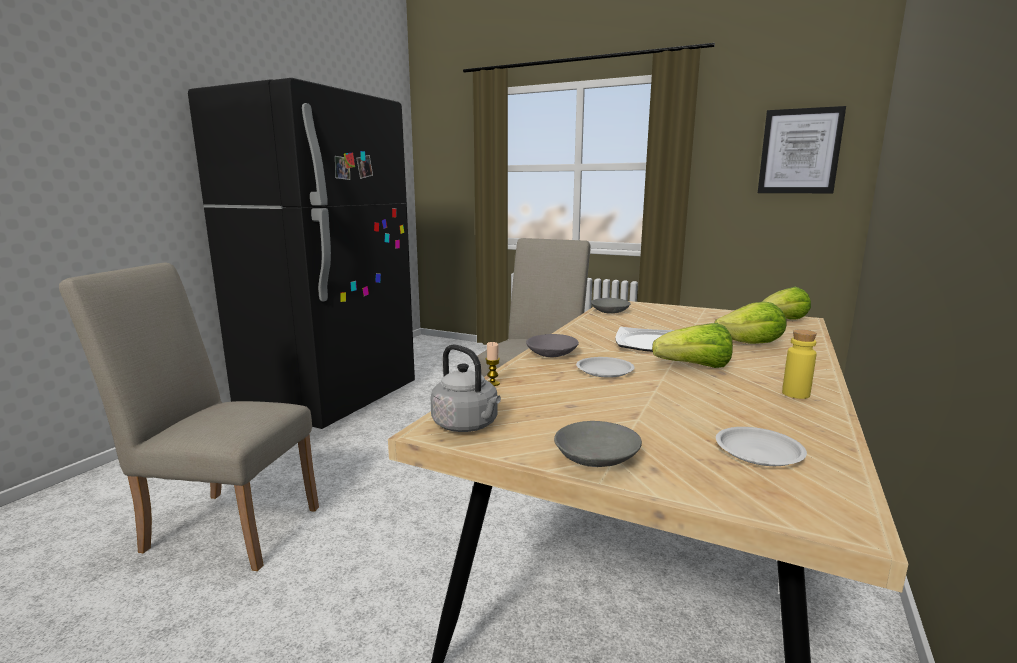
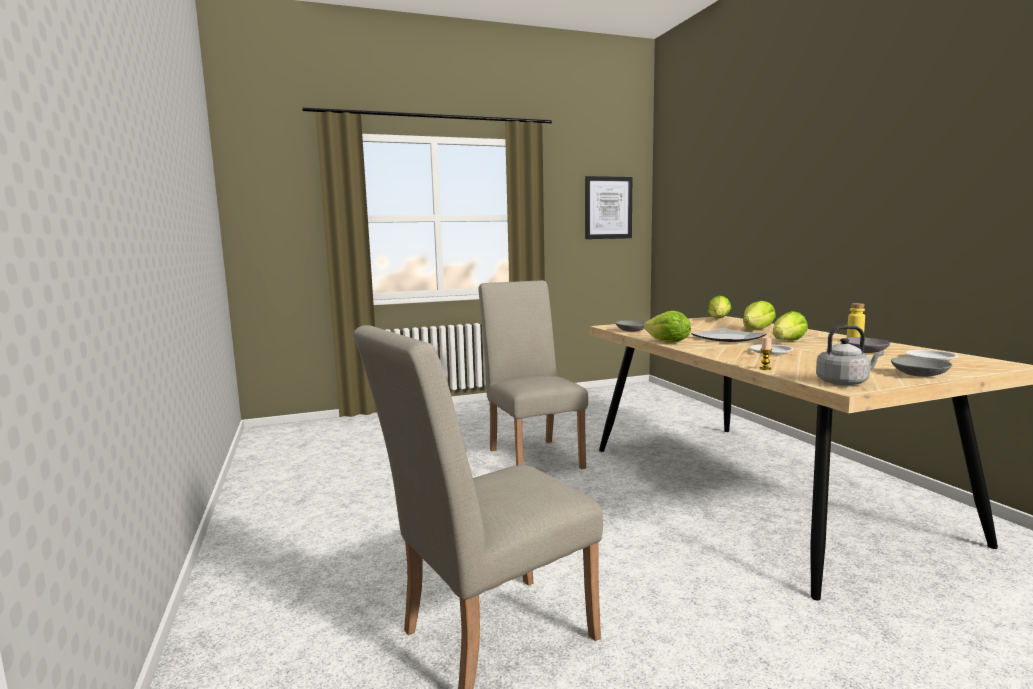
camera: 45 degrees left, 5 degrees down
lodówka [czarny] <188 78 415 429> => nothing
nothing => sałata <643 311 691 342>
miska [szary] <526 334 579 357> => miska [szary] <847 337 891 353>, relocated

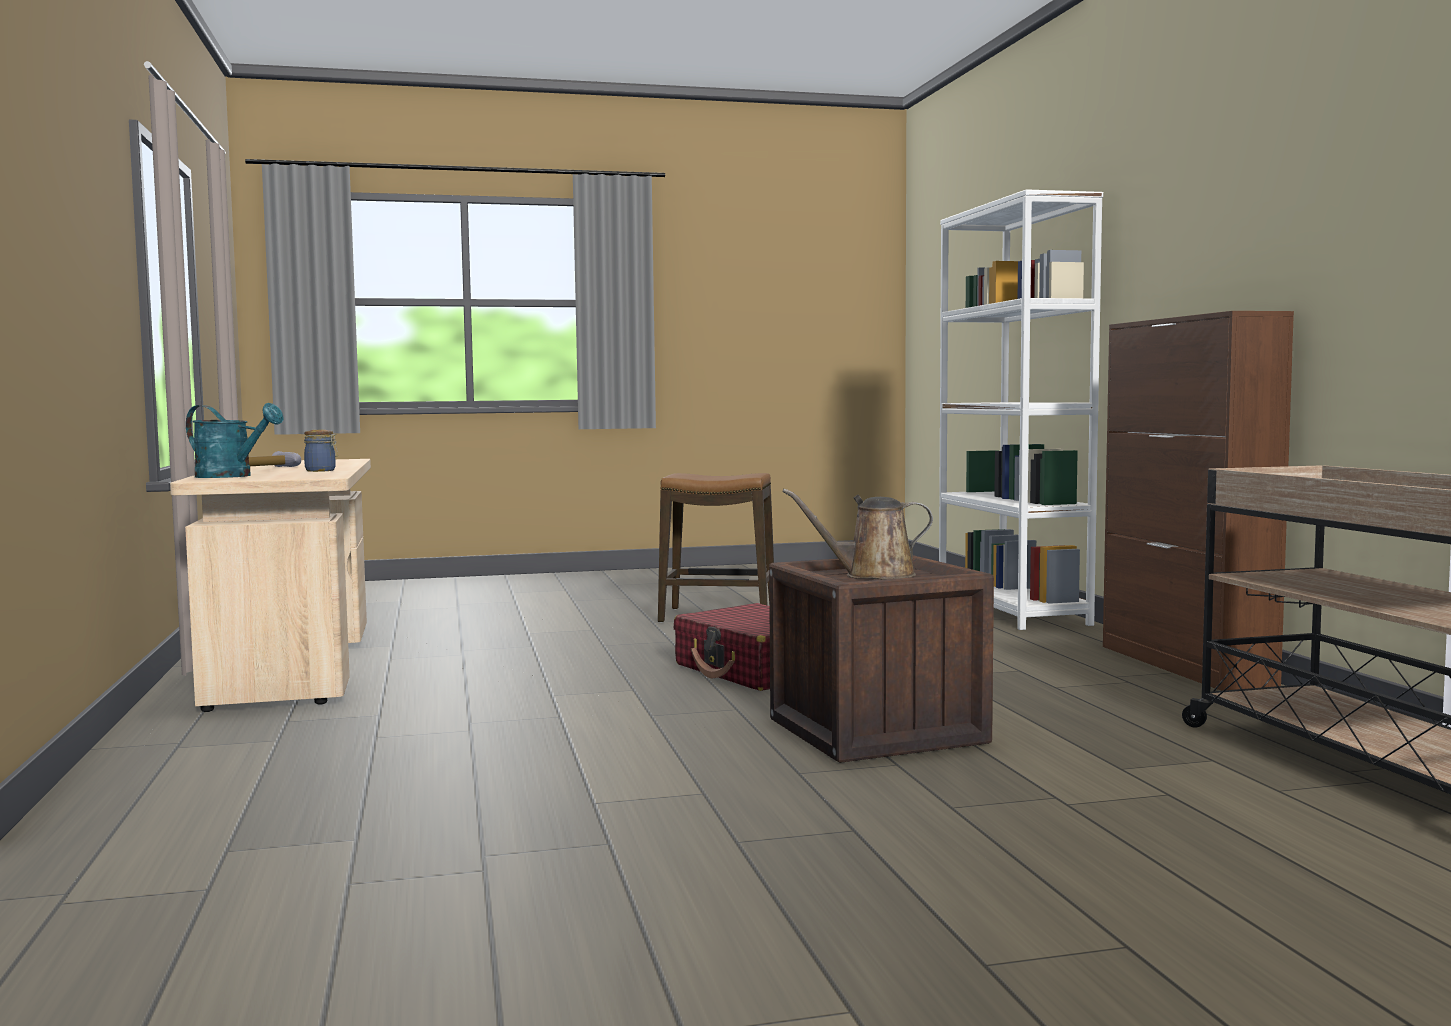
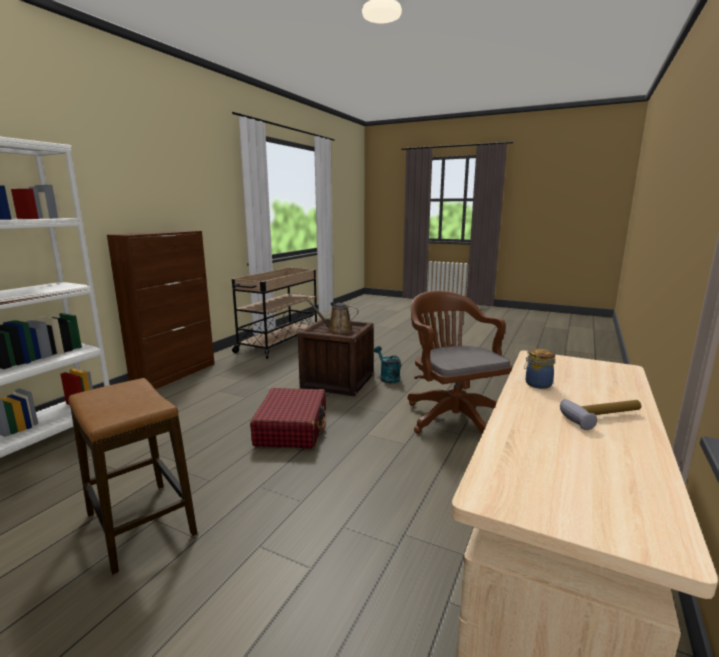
camera: 140 degrees left, 10 degrees up
nothing => krzesło biurowe [brązowy] <407 291 512 440>
konewka [turkusowy] <186 403 284 478> => konewka [turkusowy] <374 346 401 383>, relocated
konewka [brązowy] <783 489 933 579> => konewka [brązowy] <306 299 359 334>, 150 degrees clockwise

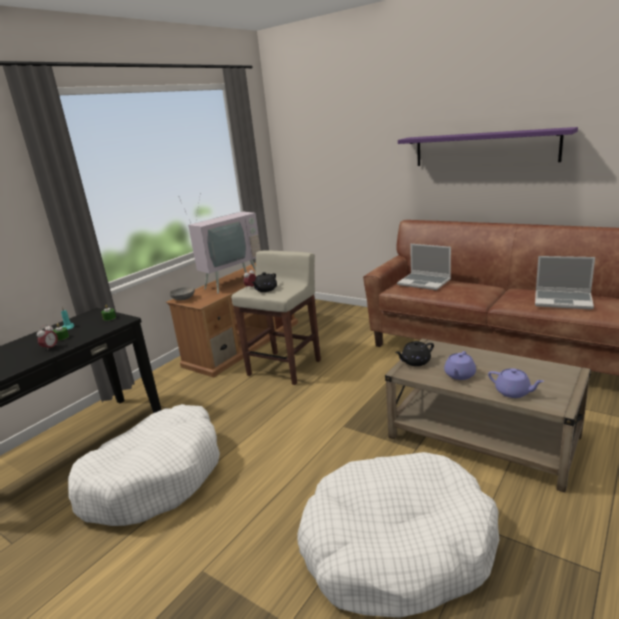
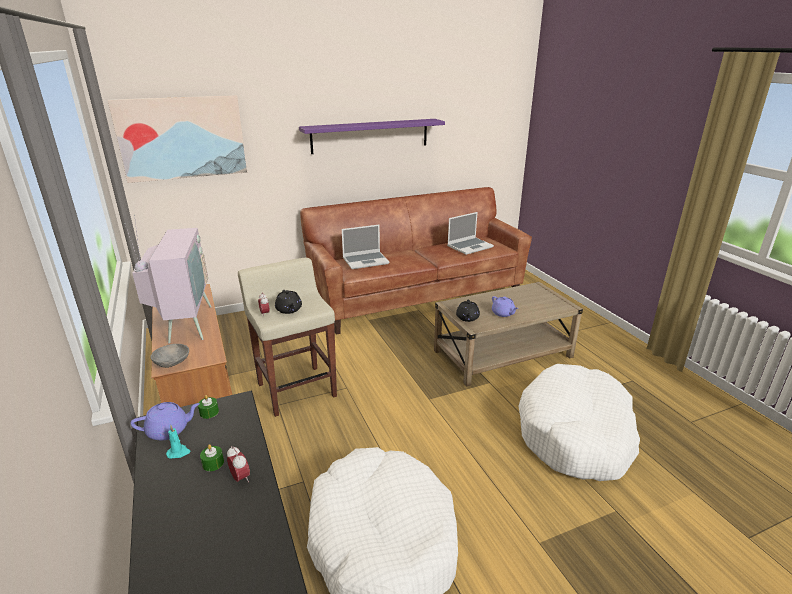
camera: 60 degrees left, 5 degrees up
nothing => obraz <108 95 247 183>
imbryk [fioletowy] <488 368 544 398> => imbryk [fioletowy] <131 402 200 441>, relocated

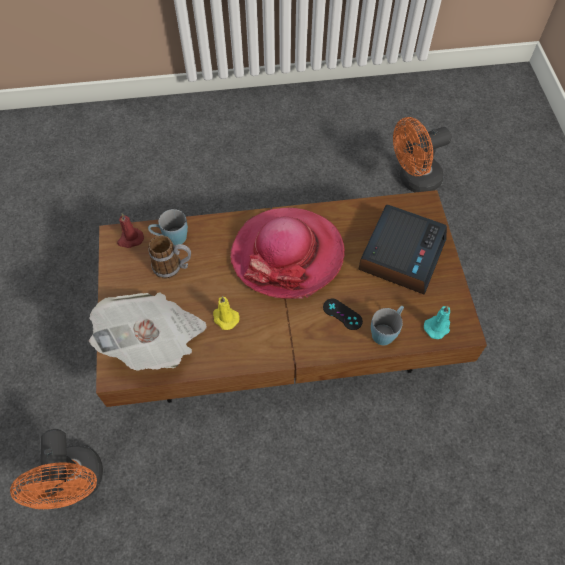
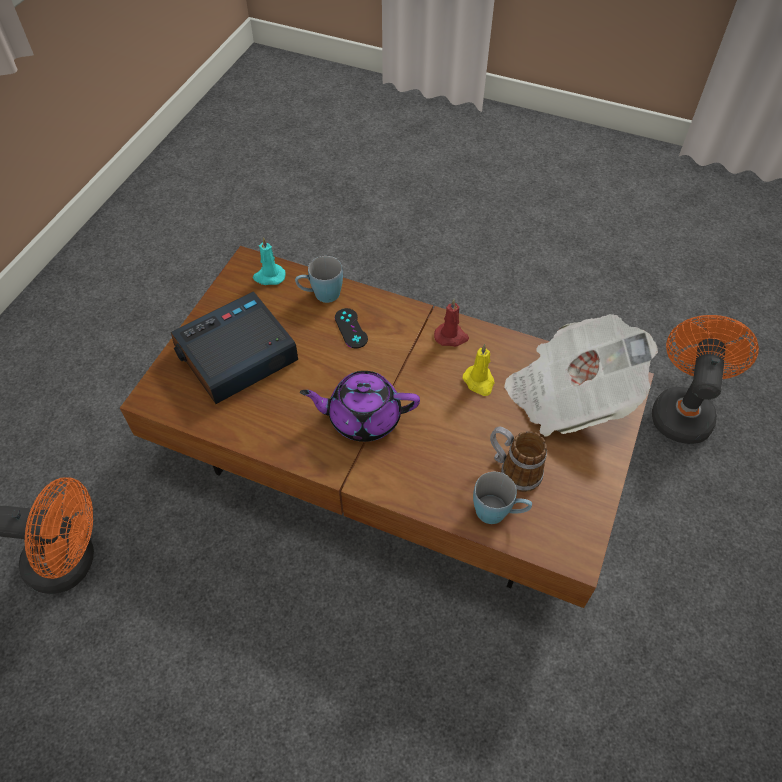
camera: 150 degrees left, 5 degrees down
świeca [czerwony] <117 213 144 248> => świeca [czerwony] <434 299 469 347>, relocated
kapelusz <230 208 345 299> => imbryk [fioletowy] <300 371 420 442>

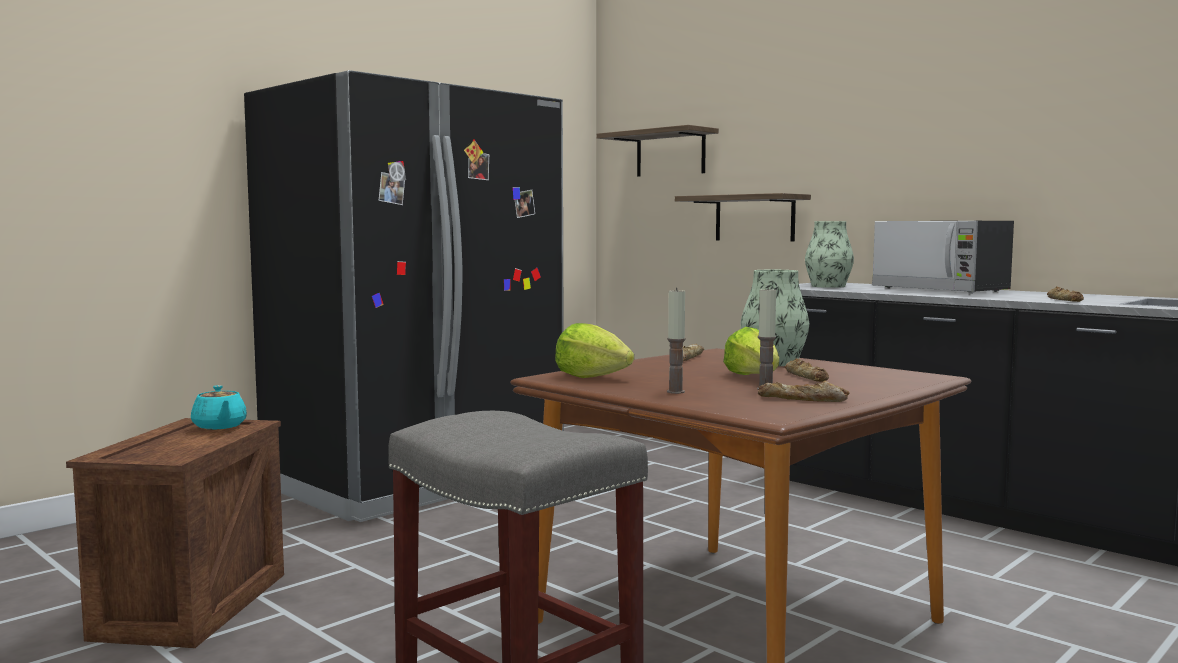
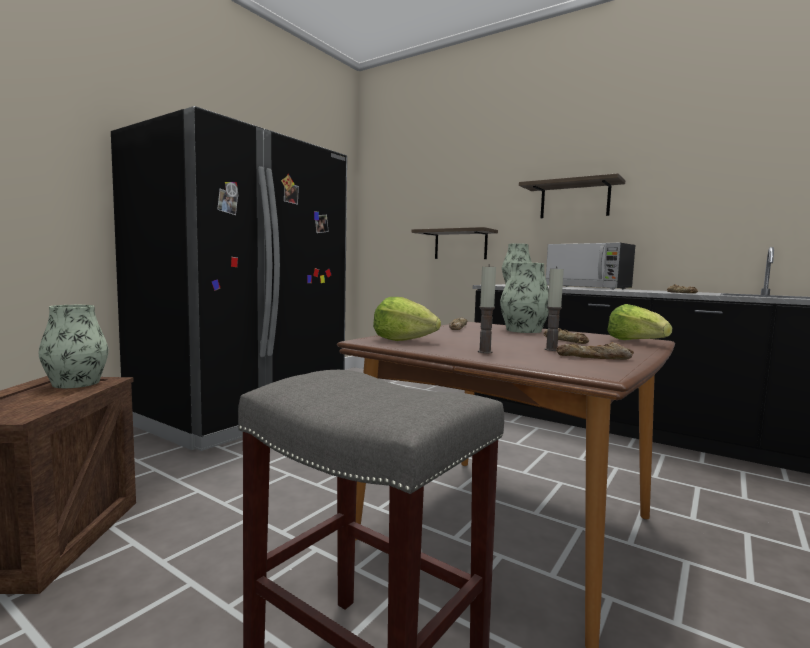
camera: 10 degrees left, 0 degrees up
półka <597 125 719 177> => półka <519 173 625 218>, relocated
sałata <723 327 779 375> => sałata <607 304 672 340>, relocated
imbryk [turkusowy] <191 385 247 430> => wazon <38 305 108 388>

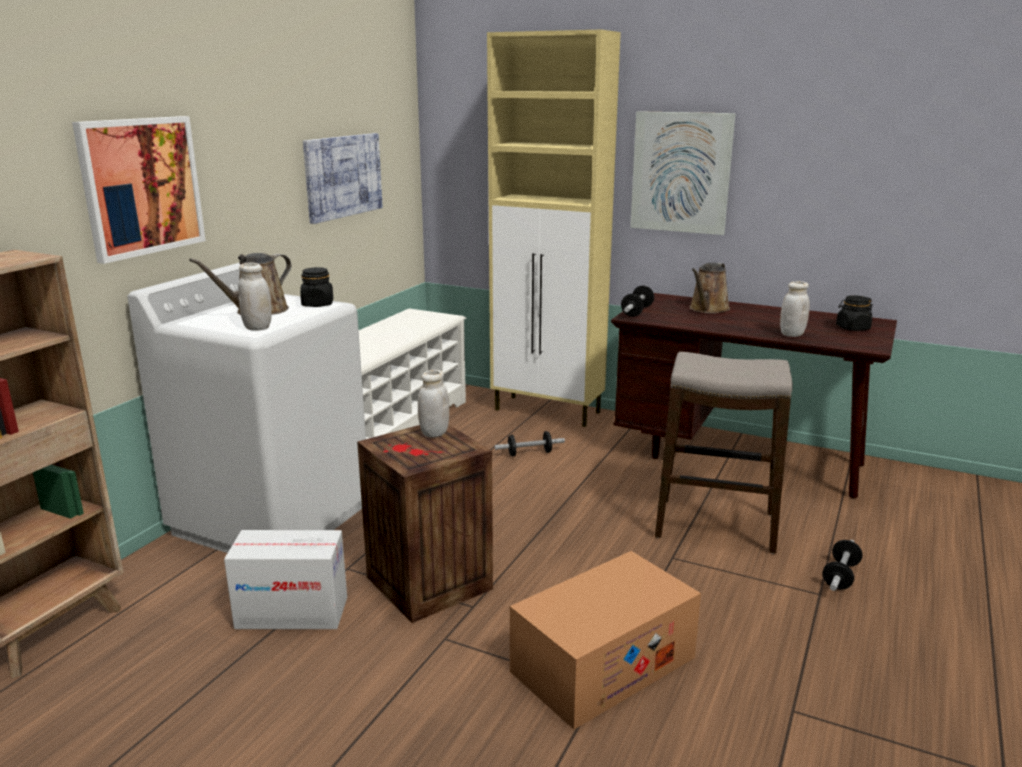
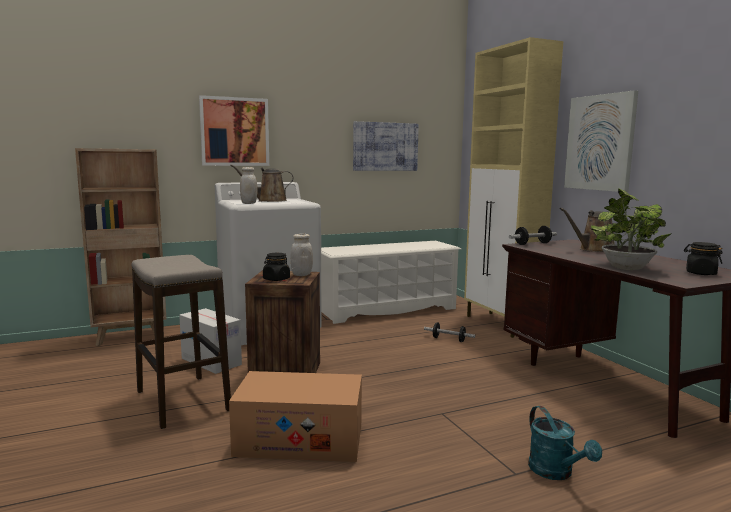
camera: 40 degrees right, 10 degrees down
słoik [czarny] <300 267 333 307> => słoik [czarny] <263 253 290 281>, relocated
stołek <655 352 793 554> => stołek <131 255 231 429>, relocated
słoik [biały] <780 281 810 337> => roślina doniczkowa <591 188 672 270>
hantel <822 540 863 591> => konewka [turkusowy] <528 406 602 480>

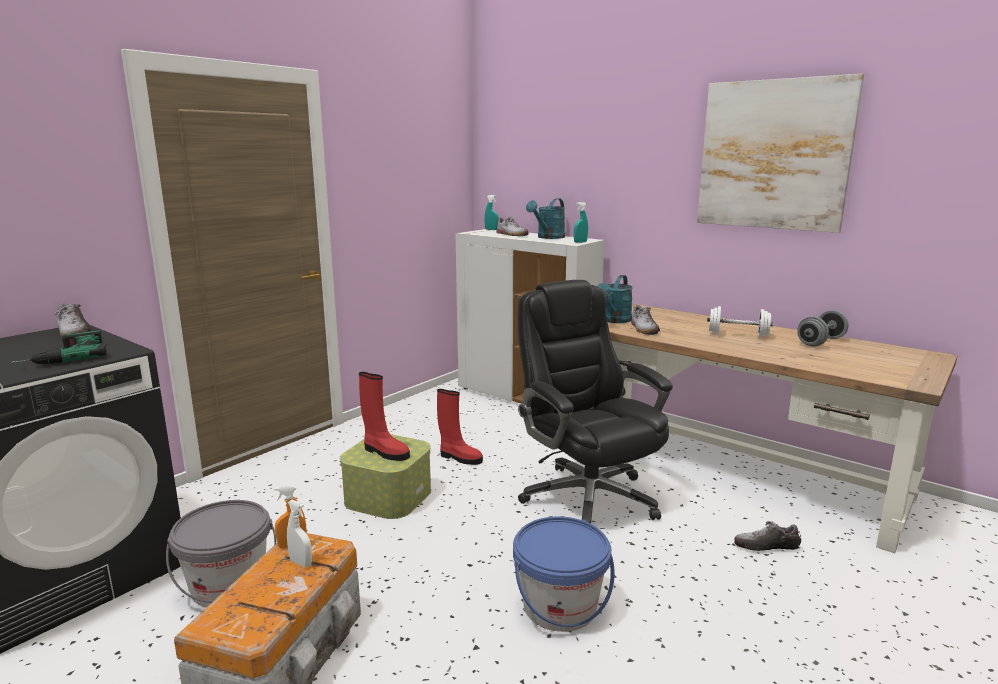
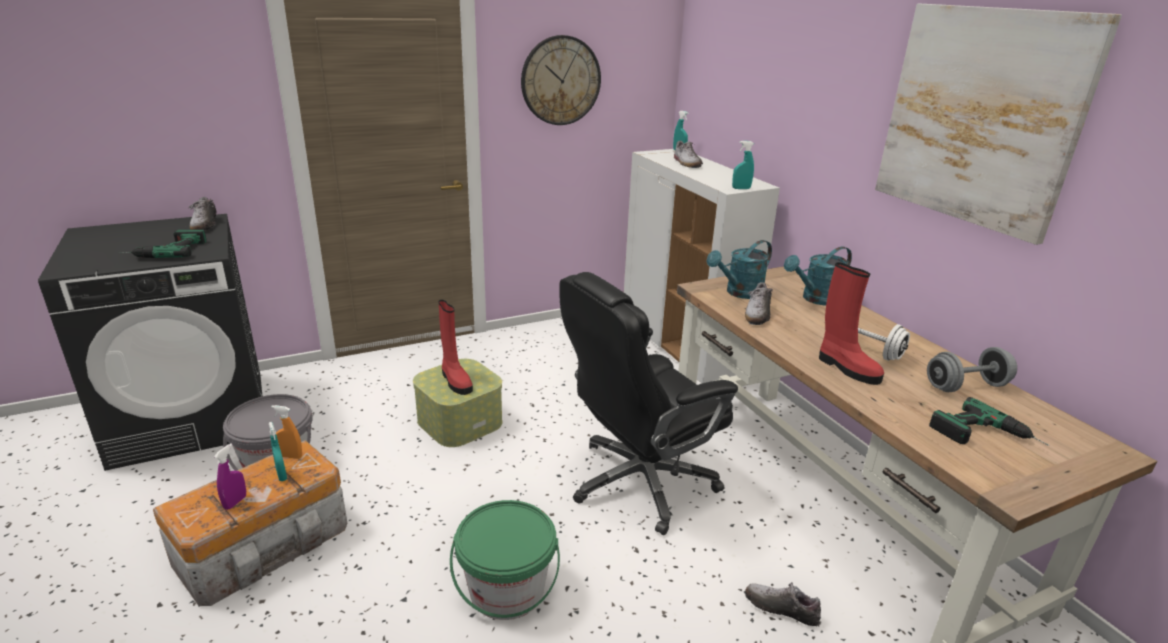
camera: 25 degrees right, 10 degrees up
nothing => spryskiwacz [fioletowy] <214 443 246 510>
nothing => zegar ścienny <521 35 601 125>
nothing => wiertarka <929 397 1049 446>
but z cholewką [czerwony] <437 389 483 465> => but z cholewką [czerwony] <819 262 884 385>, relocated
konewka [turkusowy] <526 198 565 239> => konewka [turkusowy] <784 246 852 306>, relocated
spryskiwacz [biały] <287 500 312 567> => spryskiwacz [turkusowy] <269 422 287 481>
wiadro [niebieski] <513 517 615 632> => wiadro [zielony] <450 500 560 620>
krzesło biurowe [czarny] <518 280 673 524> => krzesło biurowe [czarny] <559 272 738 535>, 120 degrees counterclockwise

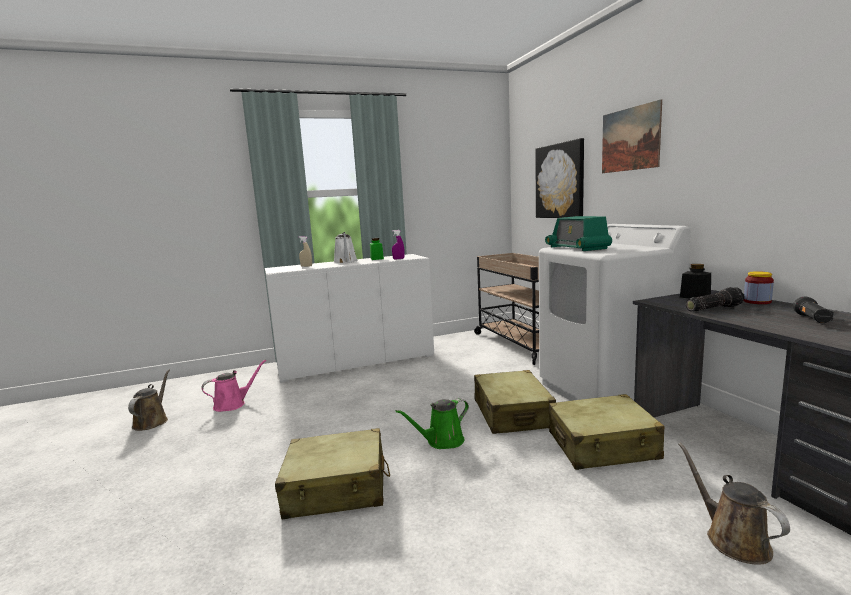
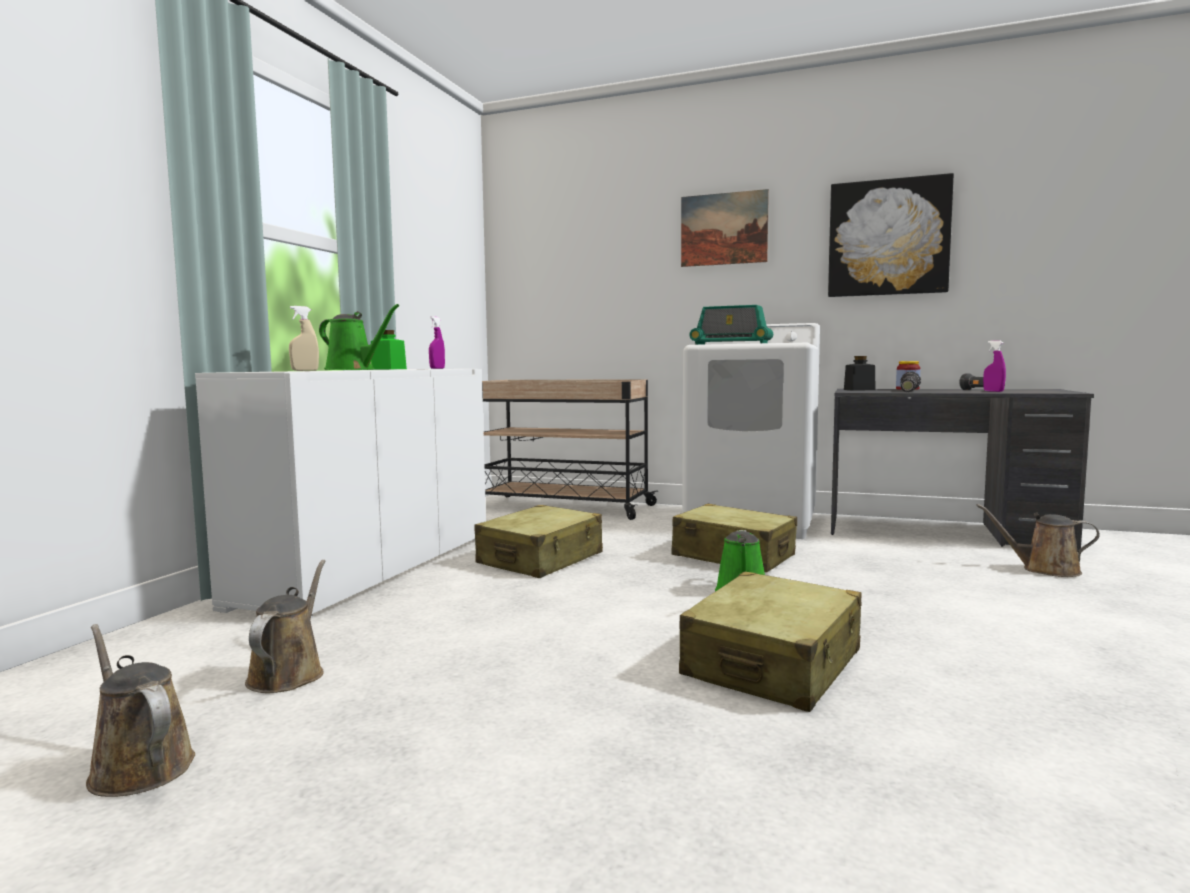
camera: 50 degrees left, 5 degrees down
nothing => spryskiwacz [fioletowy] <983 341 1006 392>
obraz <535 138 584 218> => obraz <828 173 954 297>, relocated
walizka [beżowy] <549 394 664 470> => walizka [beżowy] <475 505 603 578>, relocated
konewka [różowy] <201 360 266 412> => konewka [brązowy] <245 560 326 693>
konewka [biały] <333 232 358 264> => konewka [zielony] <319 304 399 370>

